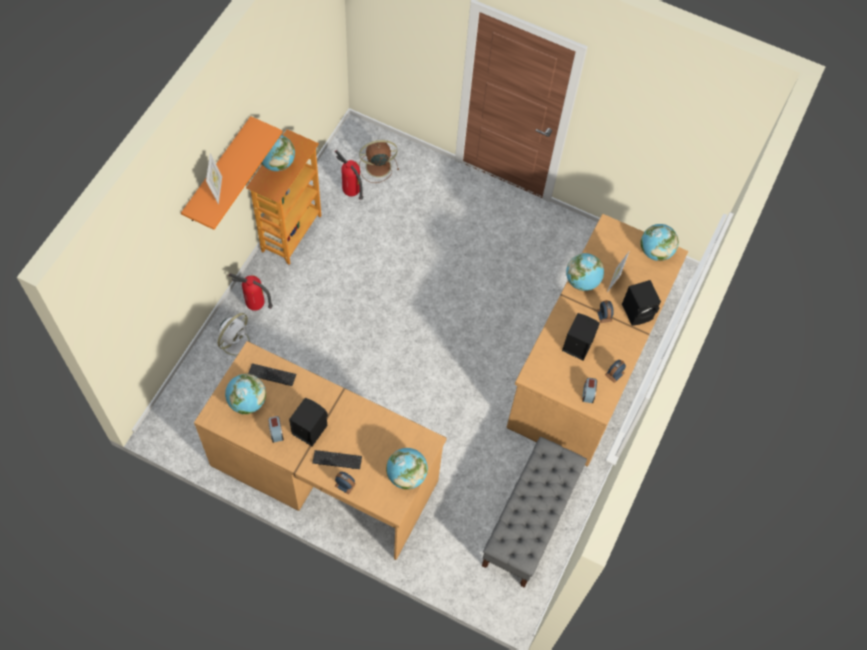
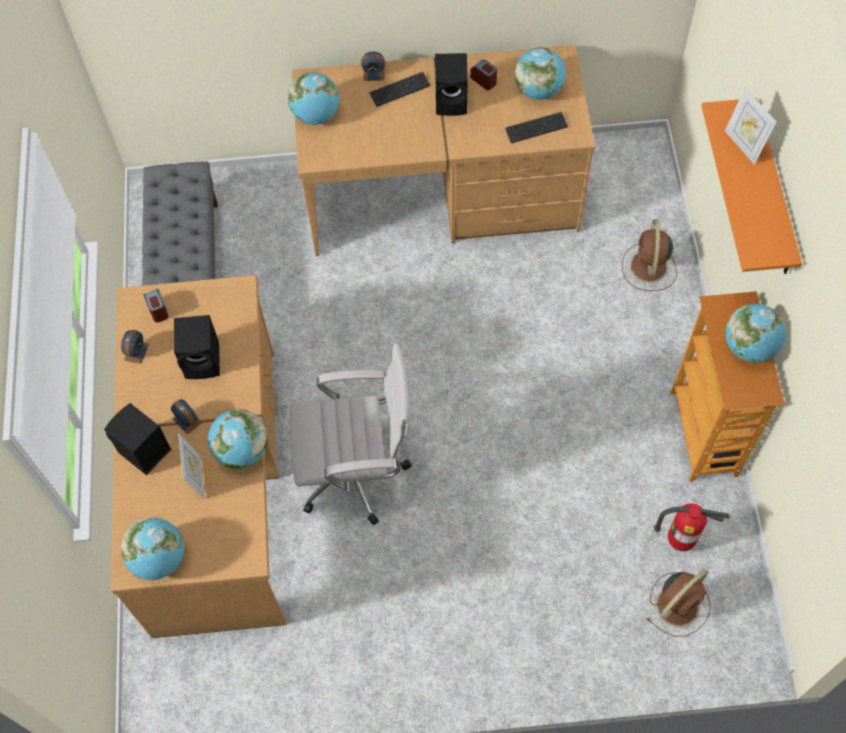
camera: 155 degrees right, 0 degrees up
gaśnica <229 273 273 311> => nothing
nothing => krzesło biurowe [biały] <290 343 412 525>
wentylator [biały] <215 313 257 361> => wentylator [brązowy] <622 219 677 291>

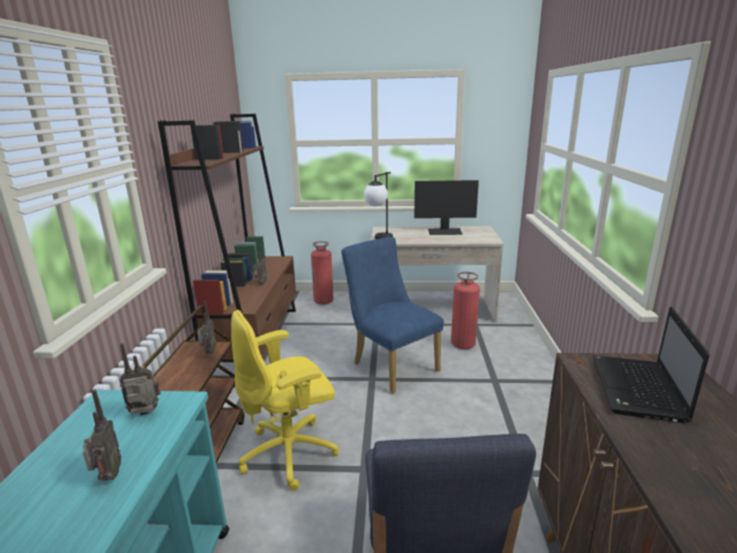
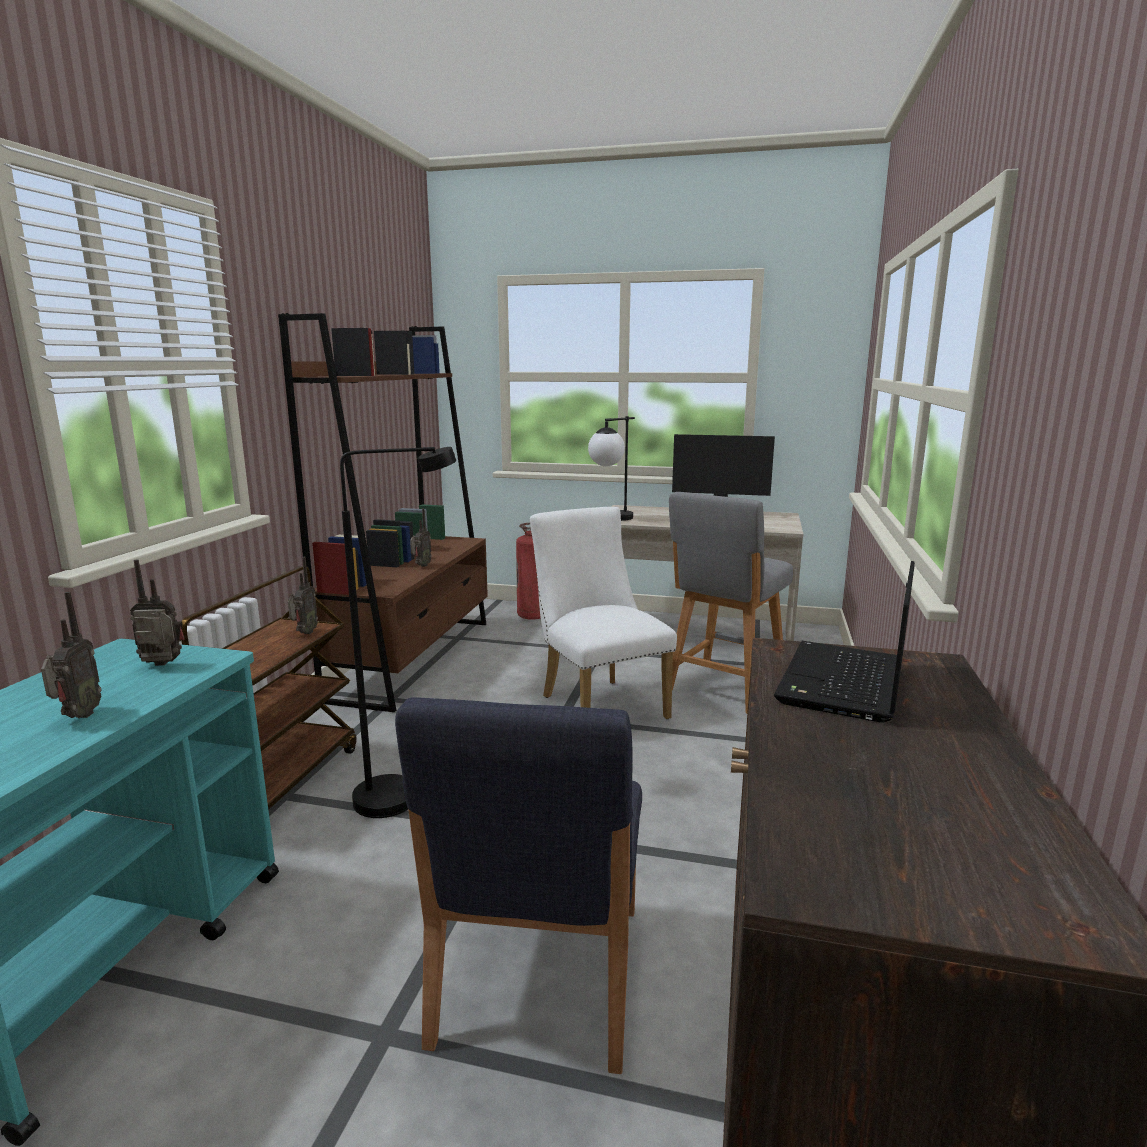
camera: 10 degrees right, 5 degrees down
krzesło biurowe [żółty] <231 310 339 491> => lampa stojąca [czarny] <340 447 456 818>
gaśnica <451 272 480 349> => stołek [szary] <669 492 793 714>
krzesło [niebieski] <341 237 444 393> => krzesło [biały] <530 507 677 719>

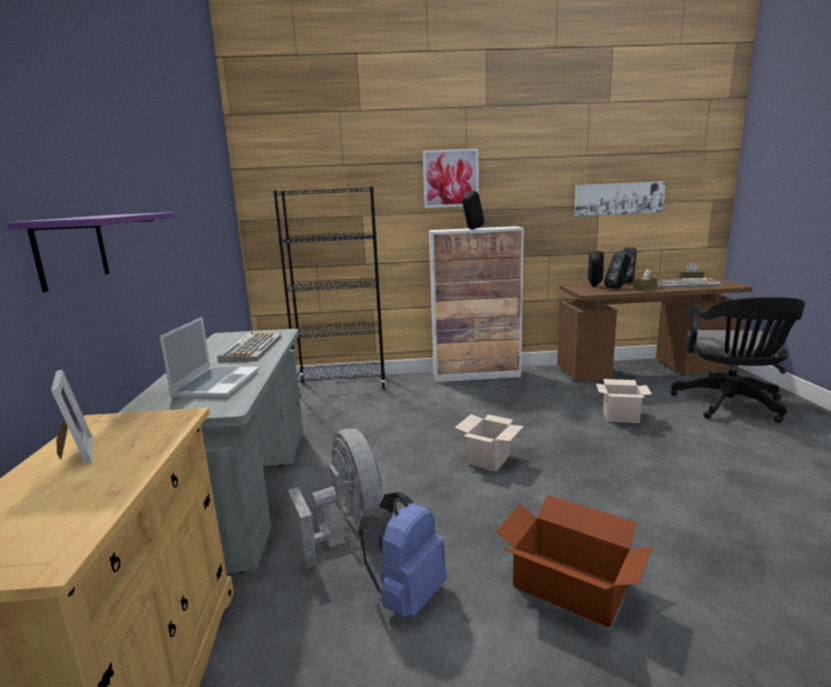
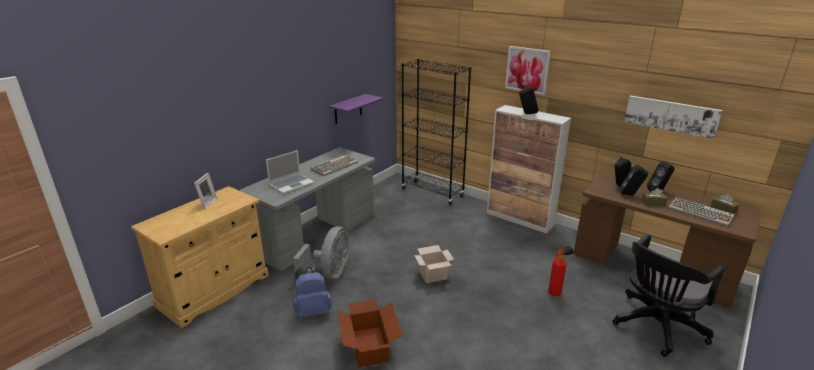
camera: 40 degrees right, 10 degrees up
półka [fioletowy] <7 212 175 292> => półka [fioletowy] <329 94 384 124>, relocated
karton <596 379 652 423> => gaśnica <548 246 573 296>

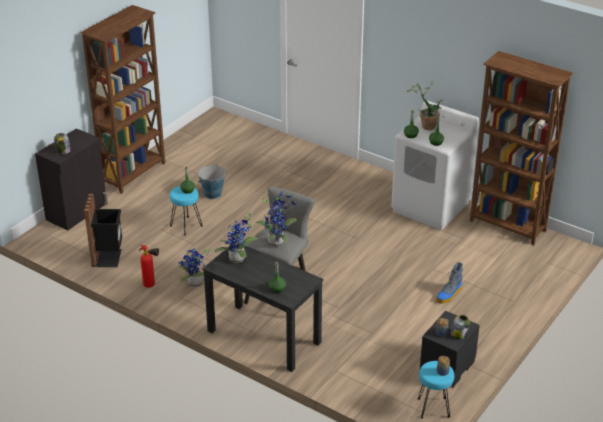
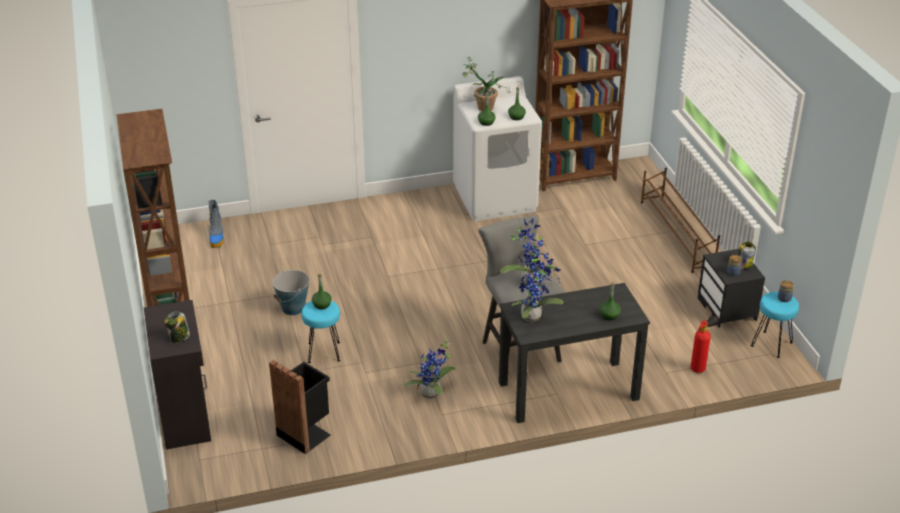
camera: 50 degrees left, 0 degrees up
nothing => regał na buty [brązowy] <641 168 720 273>
gaśnica <139 245 159 288> => gaśnica <691 316 718 373>, relocated
but z cholewką <436 262 463 304> => but z cholewką <208 200 224 248>, relocated

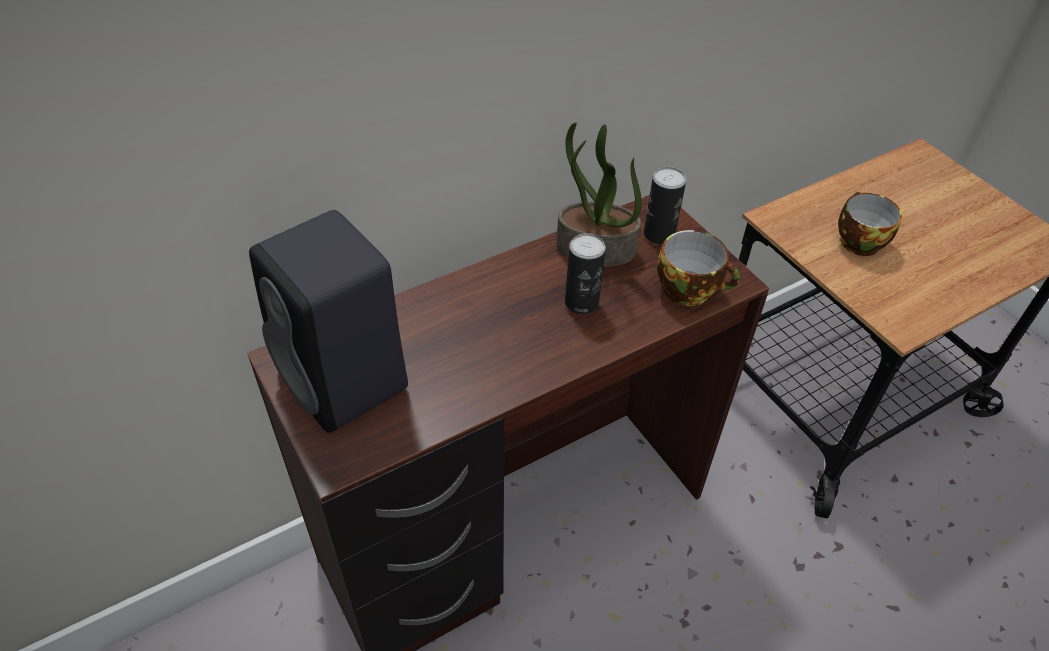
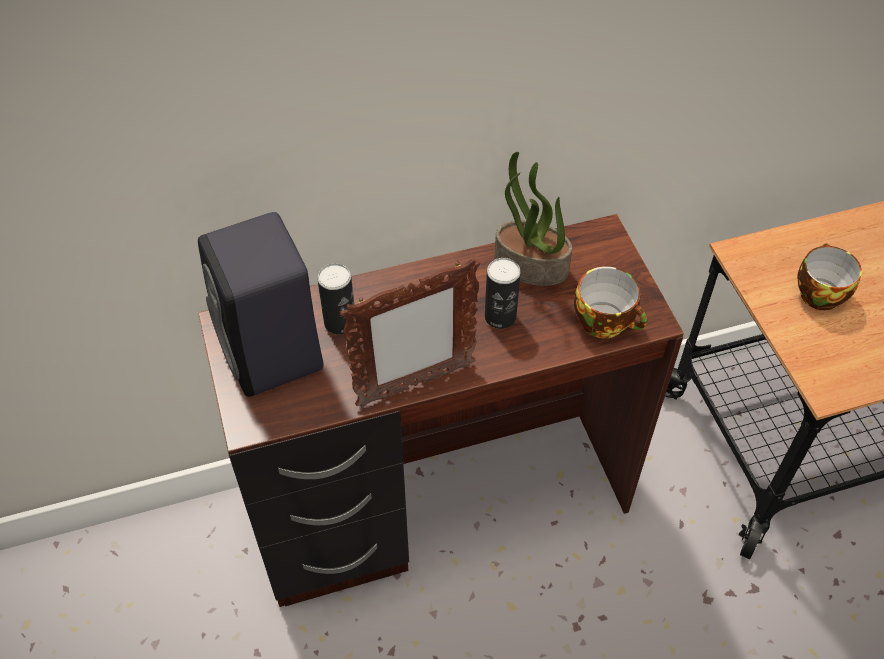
camera: 15 degrees right, 5 degrees up
nothing => ramka na zdjęcie <340 258 480 408>
puszka <644 167 686 244> => puszka <317 263 354 335>, relocated

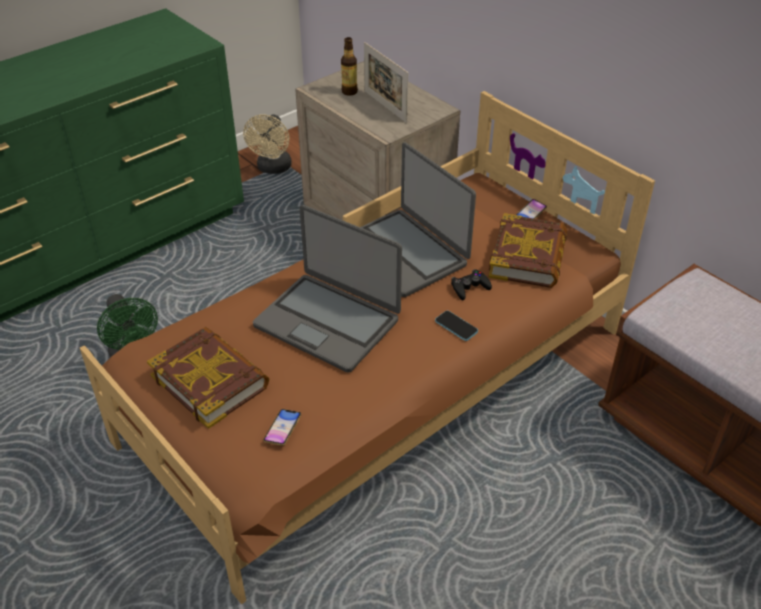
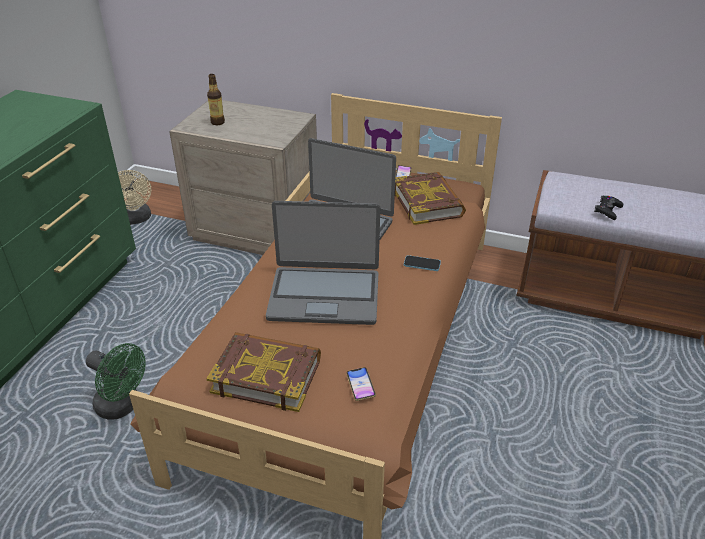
camera: 30 degrees left, 5 degrees down
ramka na zdjęcie <364 42 408 123> => nothing
pad do gier [czarny] <451 269 492 300> => pad do gier [czarny] <594 196 623 220>, relocated

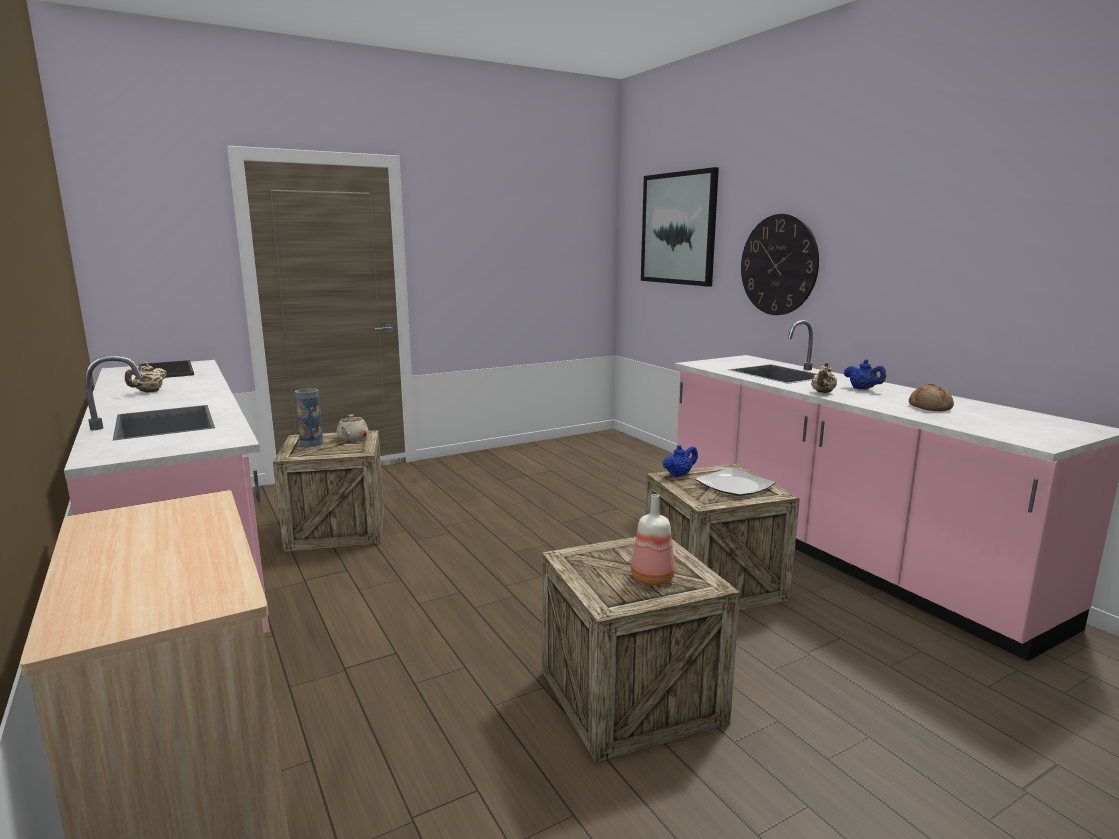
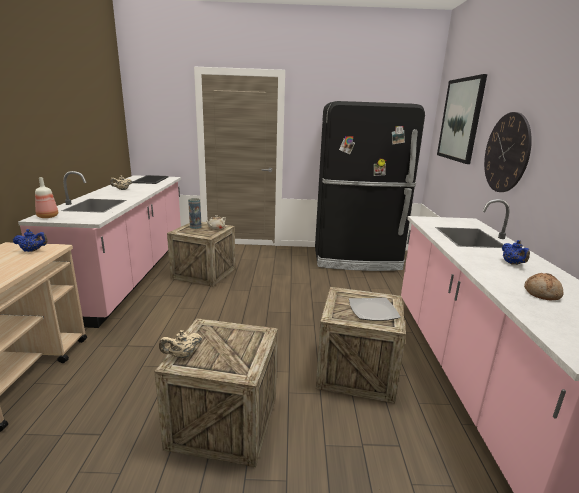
camera: 30 degrees right, 5 degrees up
nothing => lodówka [czarny] <315 101 425 271>
butelka <631 494 675 585> => butelka <35 177 58 218>, relocated
imbryk [niebieski] <662 445 698 477> => imbryk [niebieski] <13 229 48 252>, relocated
imbryk [beżowy] <811 362 837 393> => imbryk [beżowy] <159 330 202 358>, relocated

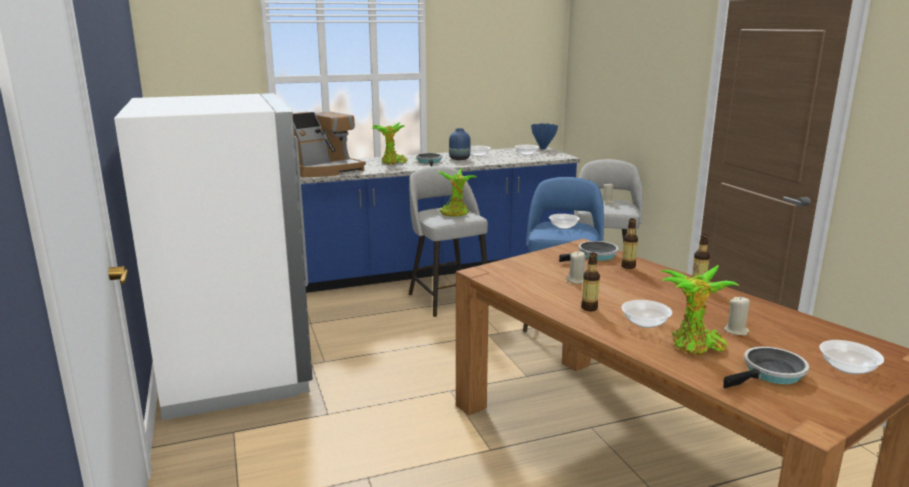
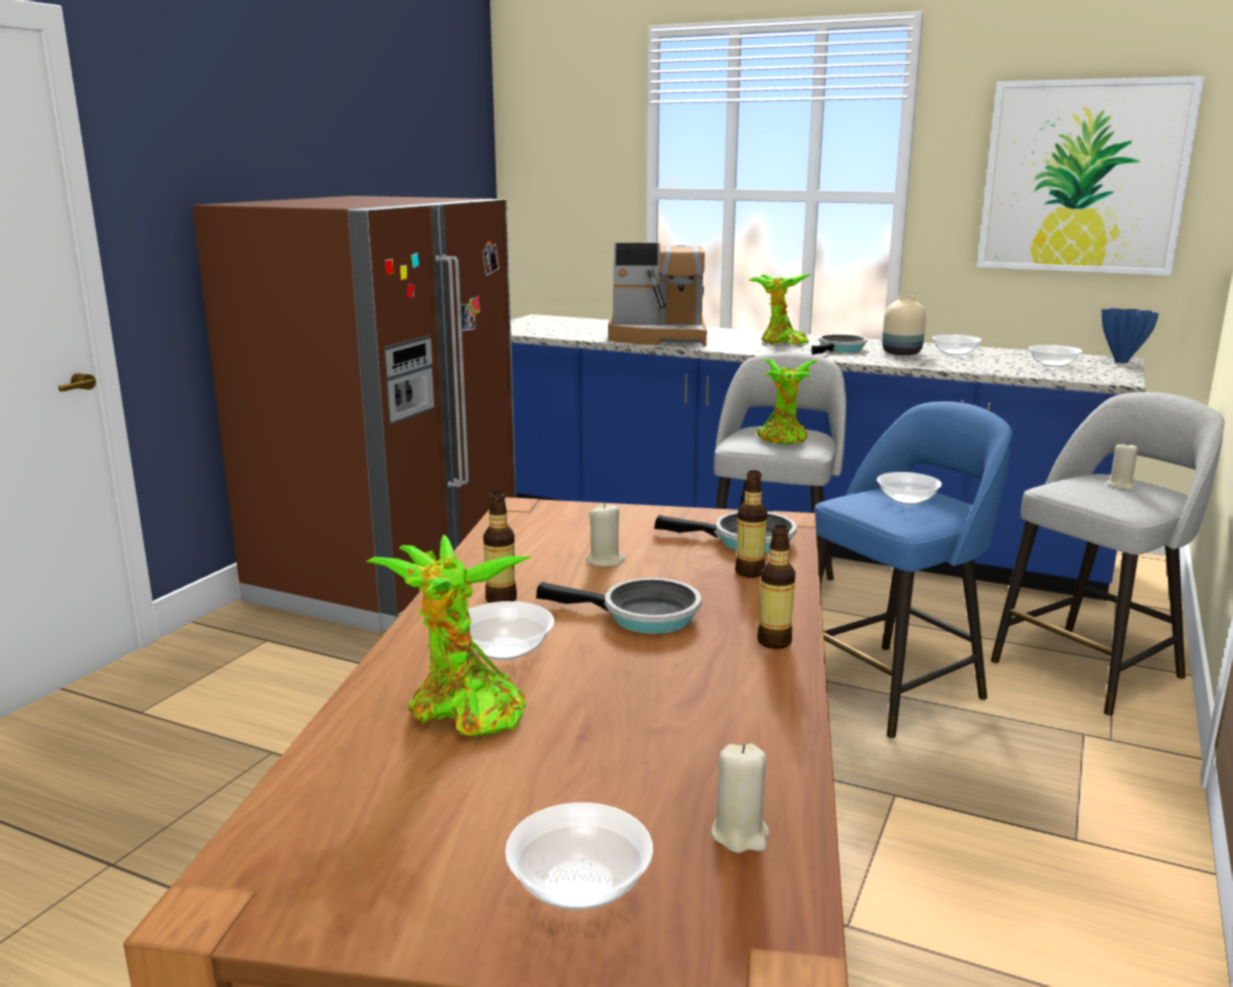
camera: 45 degrees right, 0 degrees up
nothing => obraz <977 76 1204 275>
patelnia <723 347 809 388> => patelnia <536 578 701 634>, relocated
świeca [beżowy] <724 296 750 336> => świeca [beżowy] <711 744 770 853>, relocated
lodówka [biały] <114 93 313 420> => lodówka [brązowy] <193 196 516 632>
wazon [niebieski] <449 128 470 160> => wazon [beżowy] <882 295 926 355>

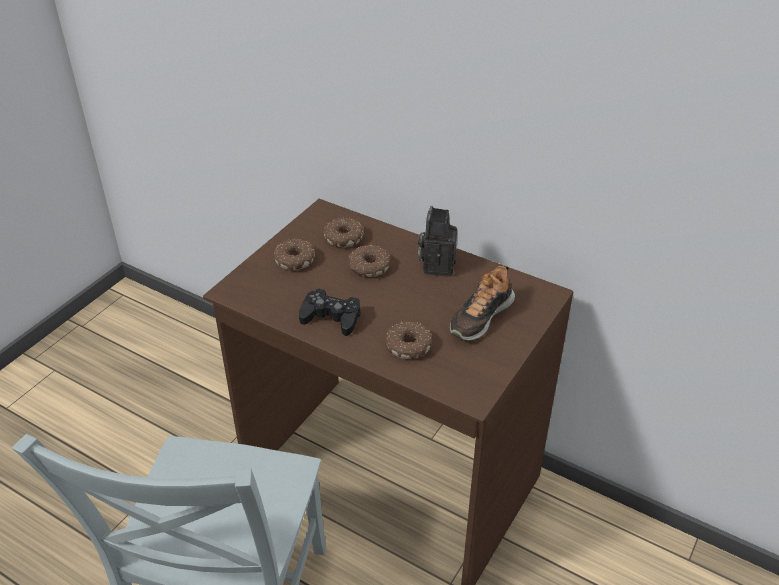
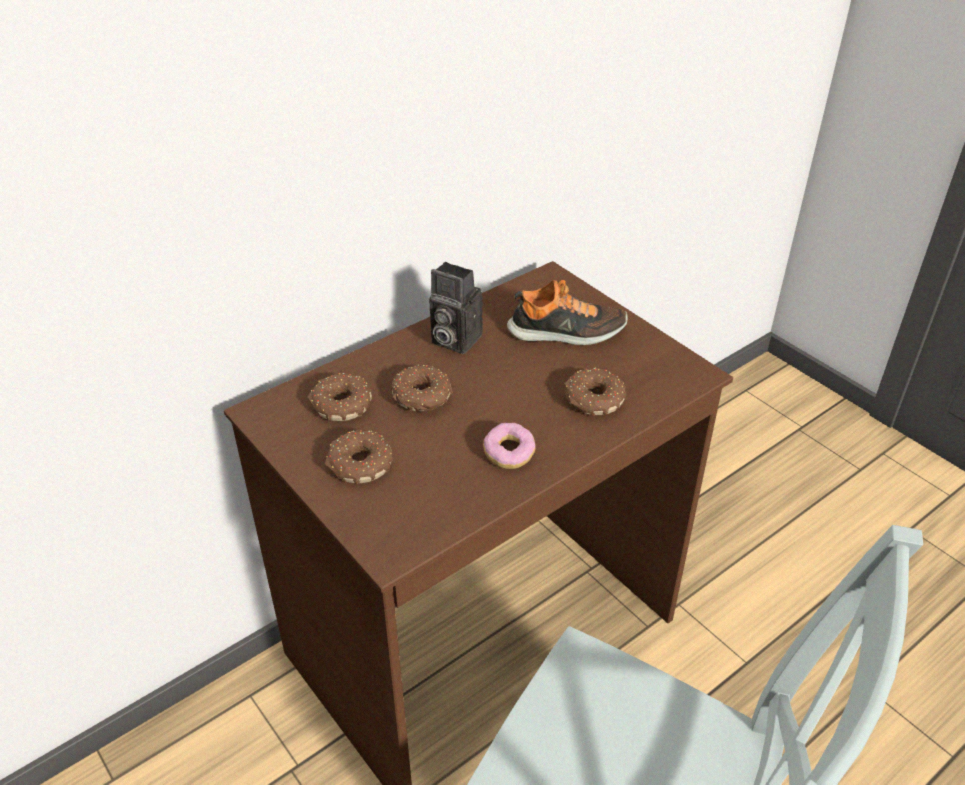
camera: 70 degrees left, 0 degrees up
pad do gier [czarny] <299 288 360 336> => donut <483 423 535 469>
but <450 266 515 341> => but <507 280 628 345>, 60 degrees counterclockwise

